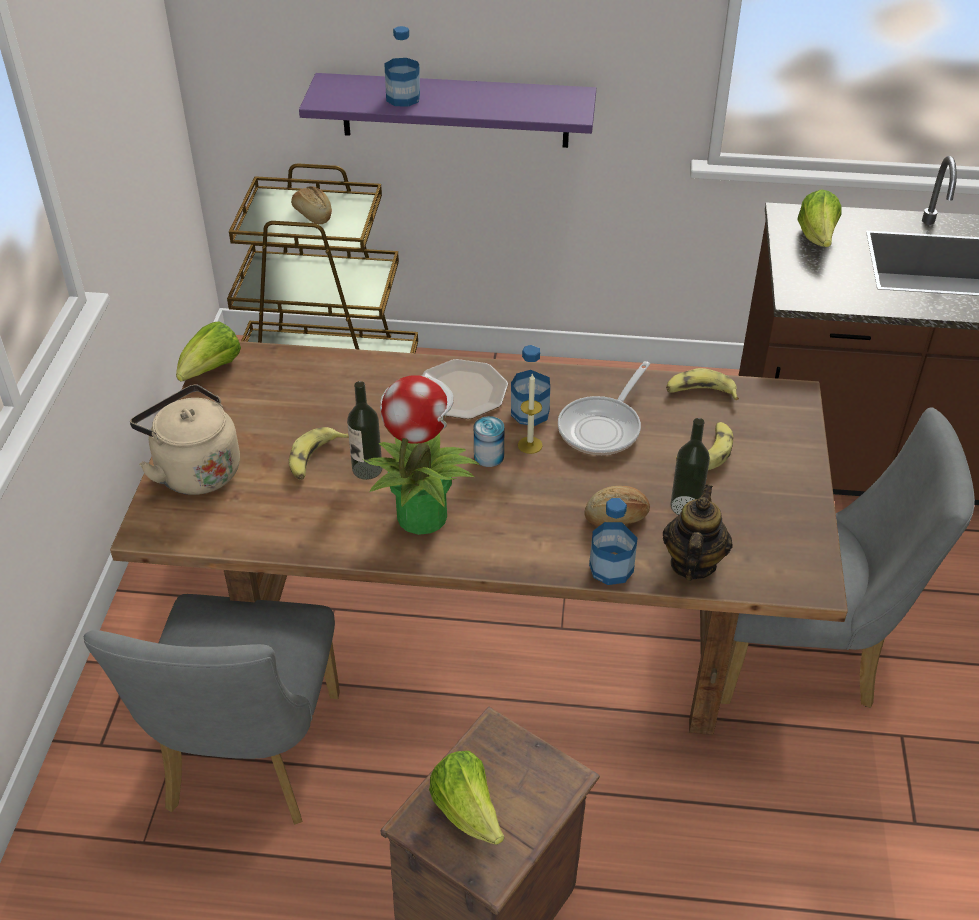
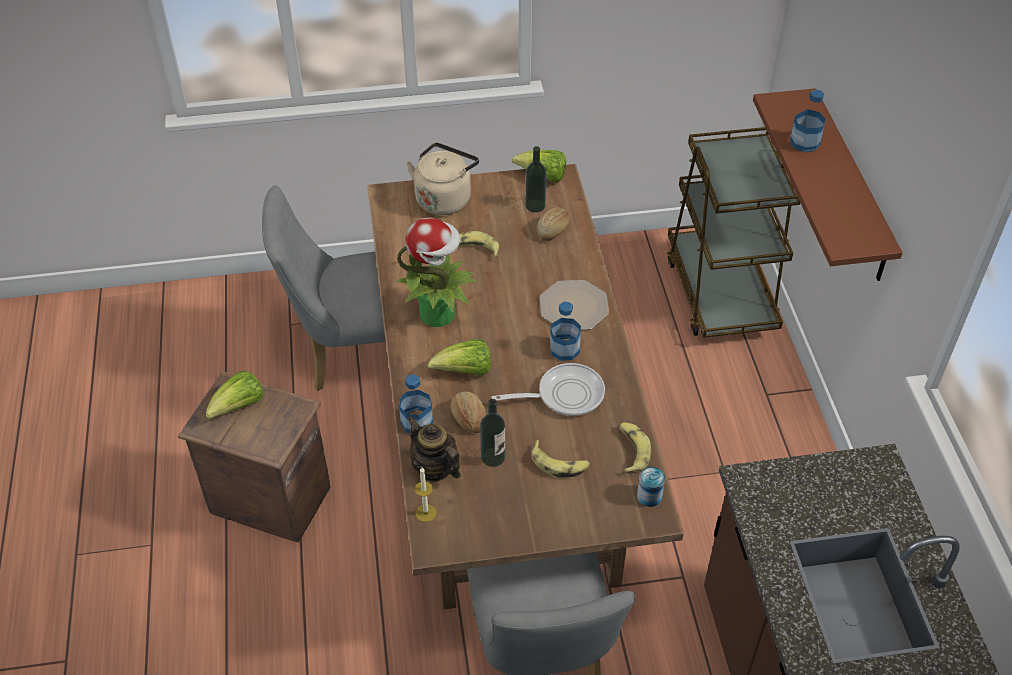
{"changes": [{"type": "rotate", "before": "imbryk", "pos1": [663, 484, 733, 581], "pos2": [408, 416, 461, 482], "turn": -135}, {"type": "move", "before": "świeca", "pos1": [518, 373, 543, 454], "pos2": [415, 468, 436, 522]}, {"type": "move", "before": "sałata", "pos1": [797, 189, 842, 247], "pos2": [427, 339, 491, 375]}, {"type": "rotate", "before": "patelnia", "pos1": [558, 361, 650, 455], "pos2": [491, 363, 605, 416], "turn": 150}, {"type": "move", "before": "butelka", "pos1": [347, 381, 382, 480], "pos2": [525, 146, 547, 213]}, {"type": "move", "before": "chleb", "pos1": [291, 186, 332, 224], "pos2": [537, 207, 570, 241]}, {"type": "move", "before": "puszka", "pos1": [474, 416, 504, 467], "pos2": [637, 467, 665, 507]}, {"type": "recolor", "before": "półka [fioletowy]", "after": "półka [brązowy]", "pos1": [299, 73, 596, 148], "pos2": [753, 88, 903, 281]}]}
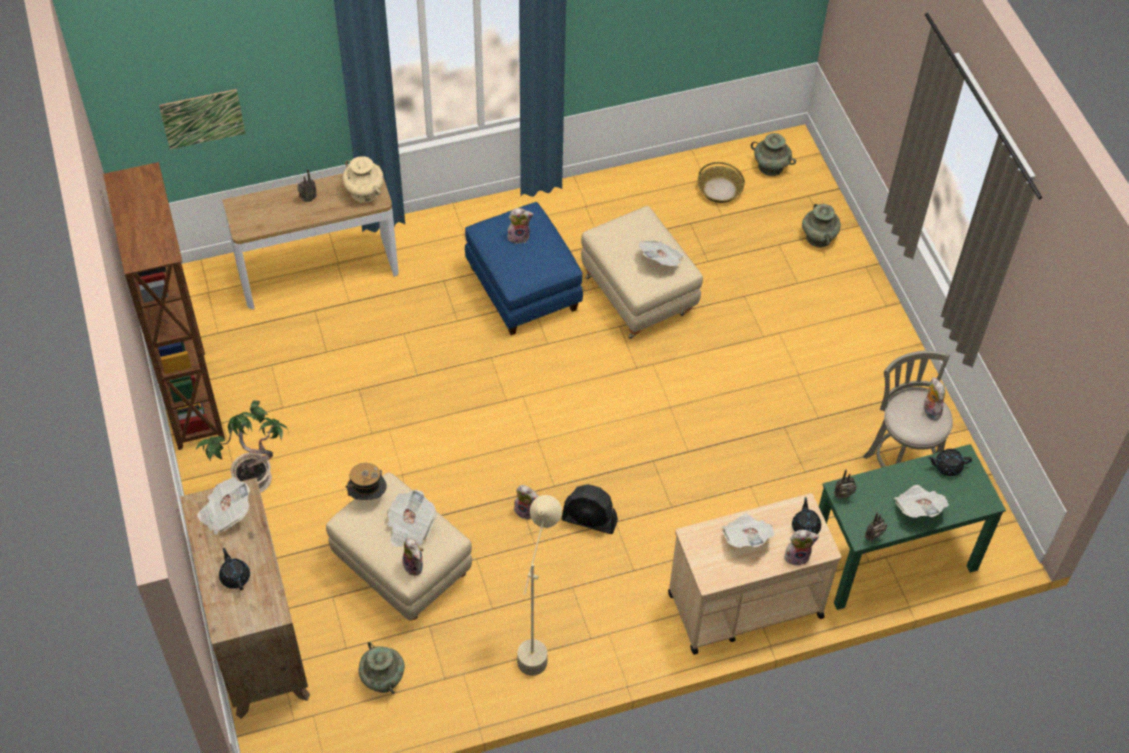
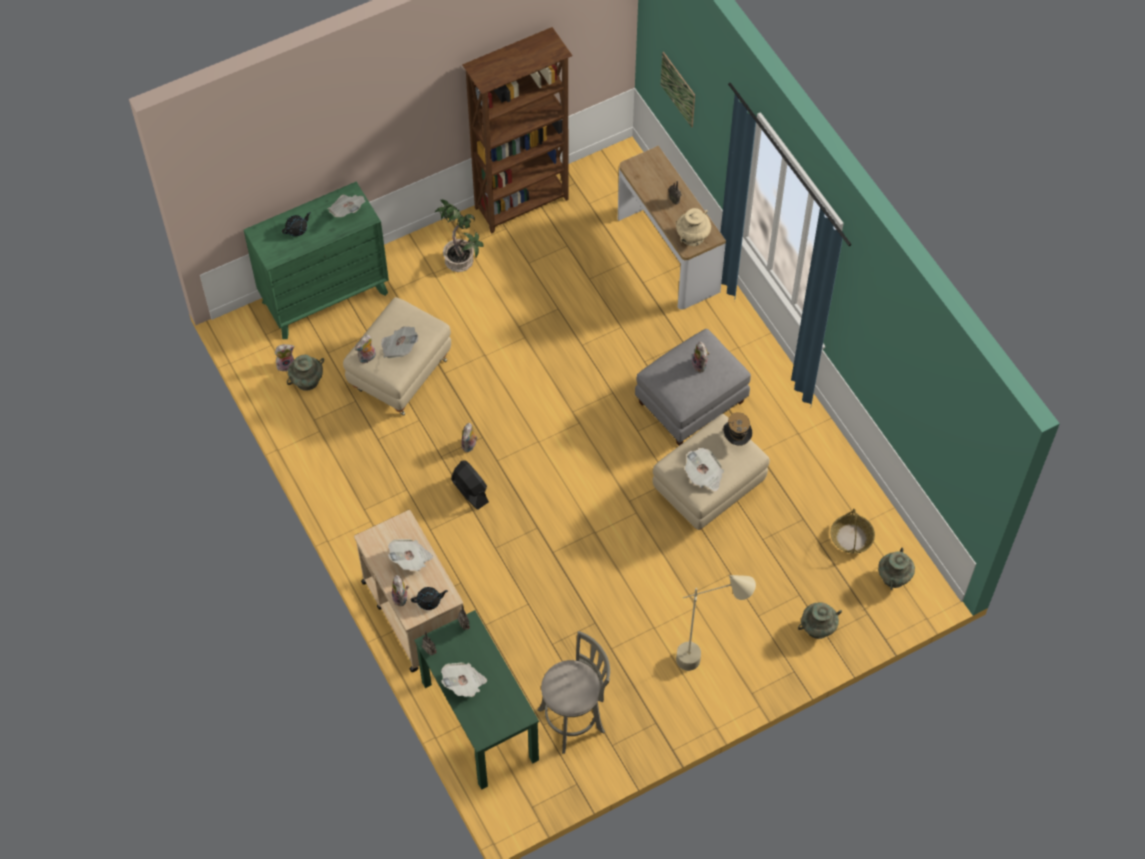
{"changes": [{"type": "recolor", "before": "komoda [brązowy]", "after": "komoda [zielony]", "pos1": [180, 477, 310, 719], "pos2": [244, 182, 389, 339]}, {"type": "move", "before": "pluszak", "pos1": [924, 377, 945, 421], "pos2": [275, 344, 294, 371]}, {"type": "rotate", "before": "wentylator [czarny]", "pos1": [561, 484, 618, 534], "pos2": [451, 460, 489, 510], "turn": 135}, {"type": "recolor", "before": "pufa [niebieski]", "after": "pufa [szary]", "pos1": [465, 202, 583, 335], "pos2": [635, 329, 751, 446]}, {"type": "move", "before": "lampa stojąca [beżowy]", "pos1": [517, 495, 562, 676], "pos2": [676, 575, 756, 671]}, {"type": "move", "before": "kapelusz", "pos1": [345, 463, 387, 500], "pos2": [723, 412, 752, 446]}, {"type": "delete", "before": "imbryk [czarny]", "pos1": [928, 449, 972, 476]}]}
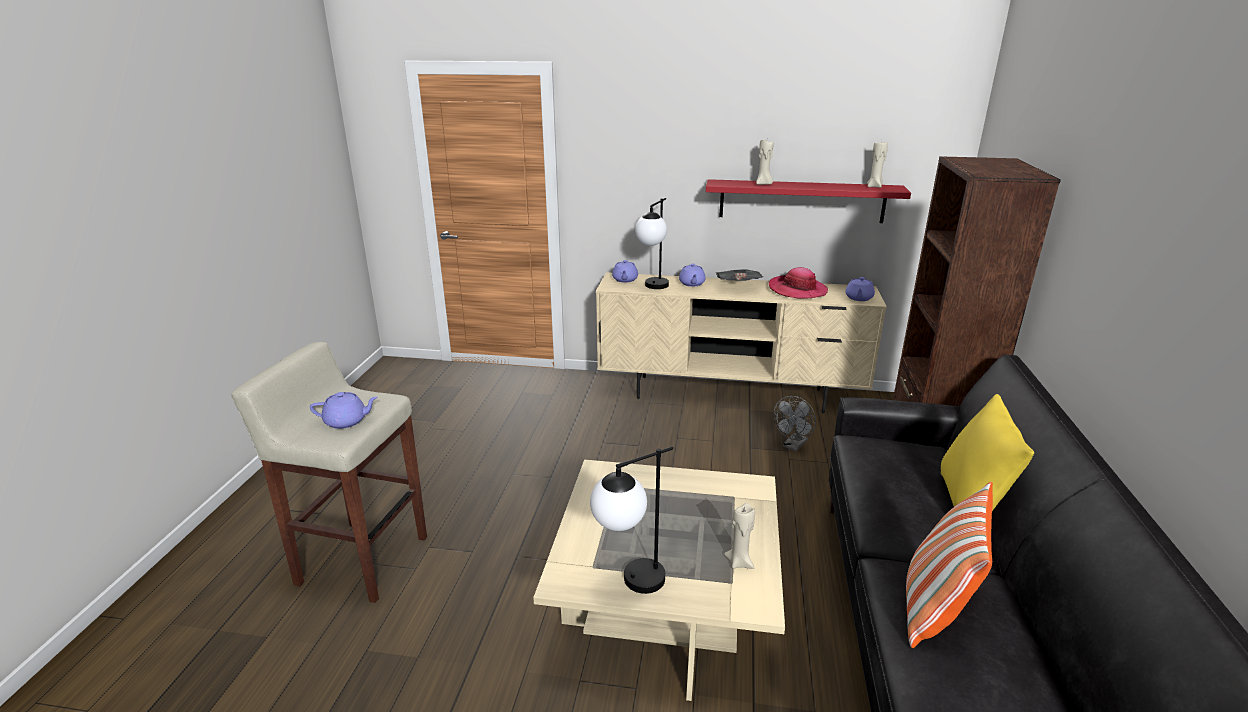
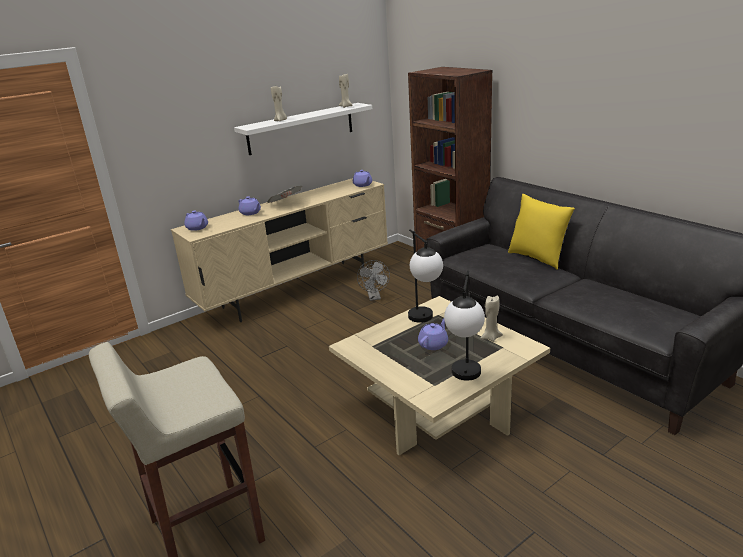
{"changes": [{"type": "recolor", "before": "półka [czerwony]", "after": "półka [biały]", "pos1": [706, 179, 911, 223], "pos2": [234, 103, 372, 155]}, {"type": "move", "before": "lampa stołowa", "pos1": [635, 198, 669, 289], "pos2": [408, 229, 443, 323]}, {"type": "move", "before": "imbryk [fioletowy]", "pos1": [310, 392, 378, 429], "pos2": [418, 319, 448, 350]}, {"type": "delete", "before": "kapelusz", "pos1": [769, 267, 828, 299]}, {"type": "delete", "before": "poduszka", "pos1": [906, 482, 993, 648]}]}
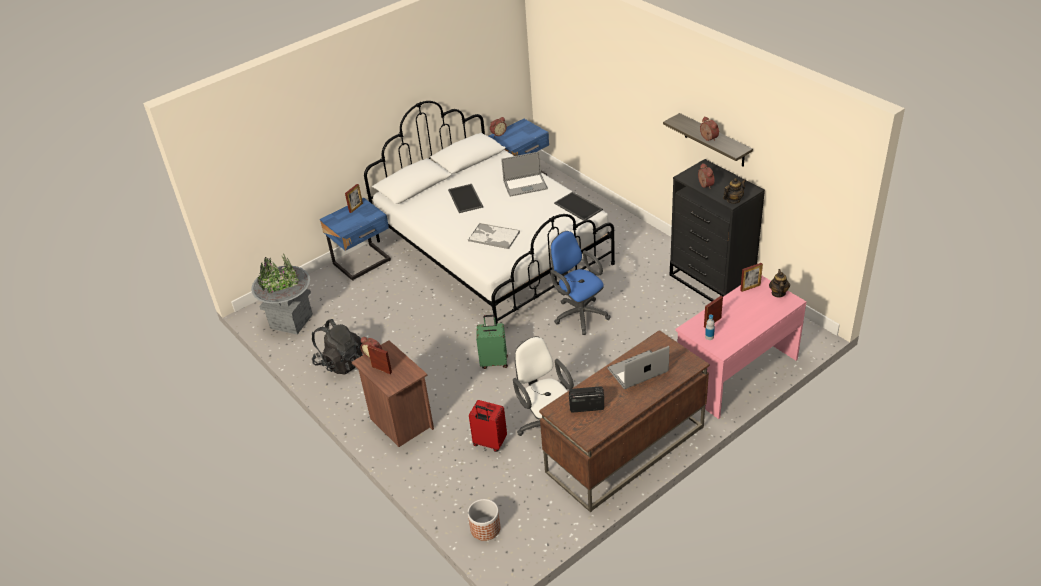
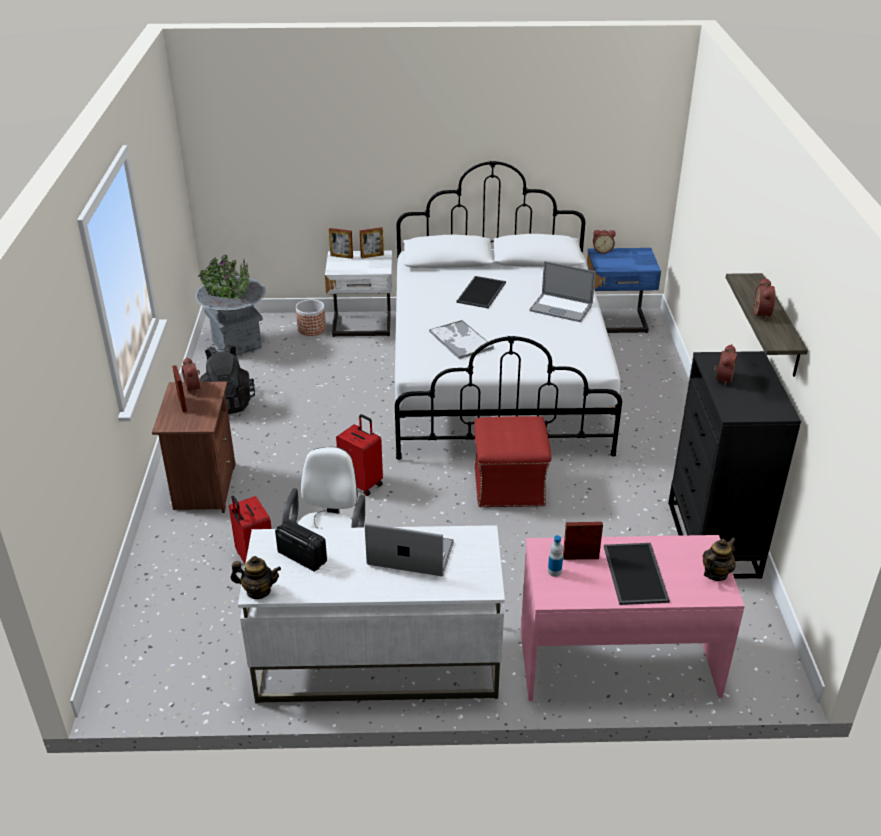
{"changes": [{"type": "move", "before": "imbryk", "pos1": [723, 178, 746, 204], "pos2": [231, 556, 281, 599]}, {"type": "recolor", "before": "biurko [brązowy]", "after": "biurko [biały]", "pos1": [539, 330, 709, 512], "pos2": [238, 525, 505, 703]}, {"type": "move", "before": "donica", "pos1": [468, 499, 500, 541], "pos2": [296, 299, 326, 336]}, {"type": "recolor", "before": "szafka nocna [niebieski]", "after": "szafka nocna [biały]", "pos1": [320, 198, 391, 281], "pos2": [325, 251, 393, 337]}, {"type": "move", "before": "ramka na zdjęcie", "pos1": [740, 263, 763, 292], "pos2": [329, 228, 353, 259]}, {"type": "recolor", "before": "walizka [zielony]", "after": "walizka [czerwony]", "pos1": [476, 315, 508, 369], "pos2": [336, 414, 383, 496]}, {"type": "replace", "before": "krzesło biurowe [niebieski]", "after": "pufa [czerwony]", "pos1": [550, 231, 611, 335], "pos2": [474, 416, 551, 507]}, {"type": "move", "before": "taca", "pos1": [554, 192, 603, 221], "pos2": [604, 543, 670, 605]}]}
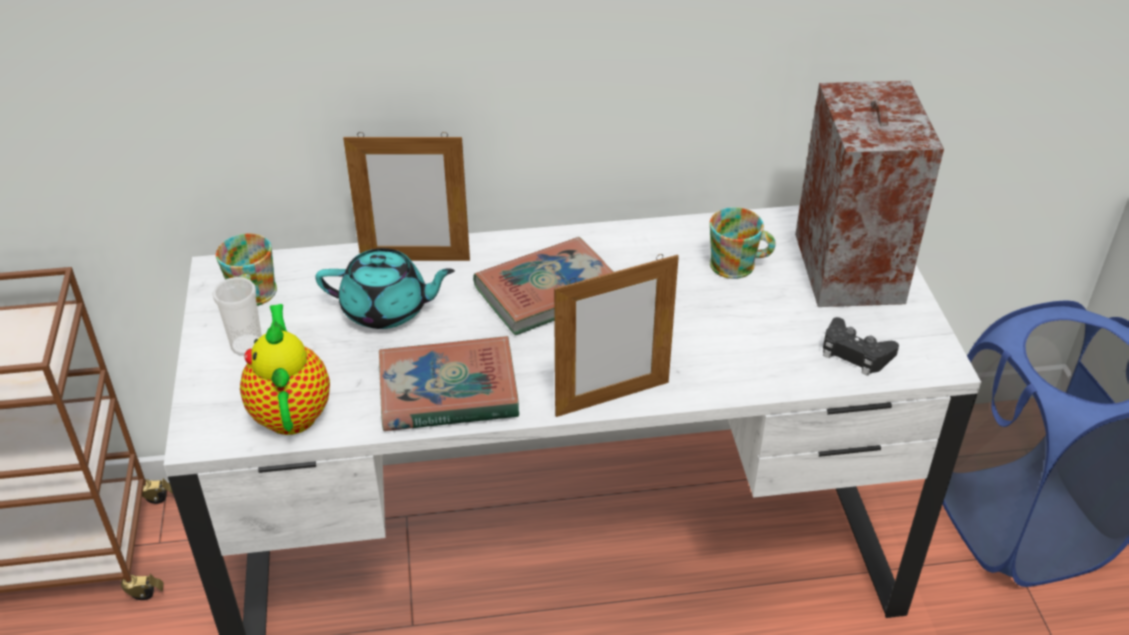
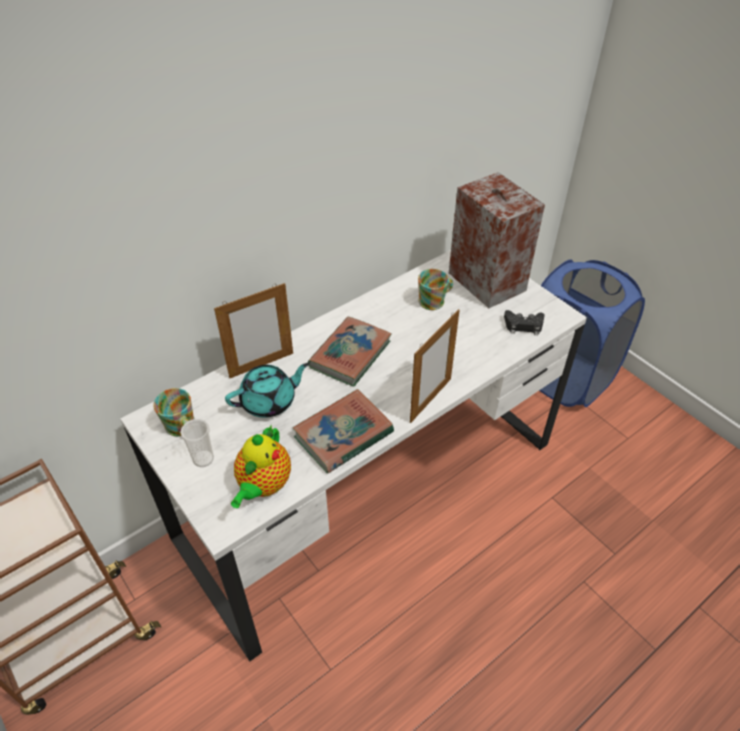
{"changes": [{"type": "rotate", "before": "imbryk", "pos1": [240, 304, 330, 435], "pos2": [231, 425, 291, 508], "turn": -120}]}
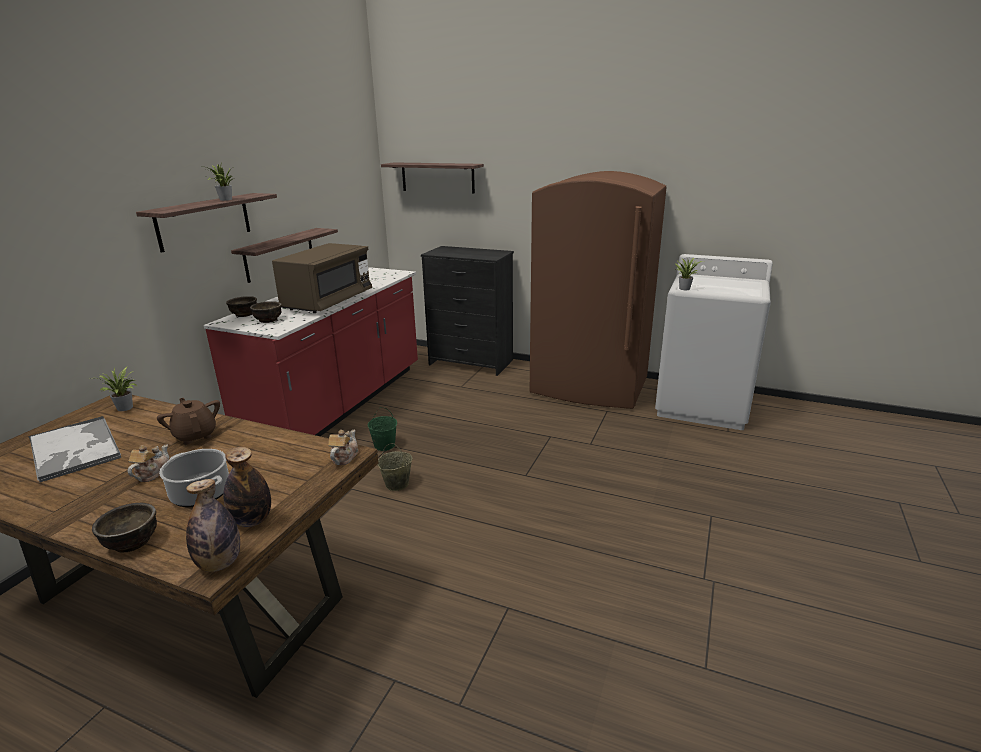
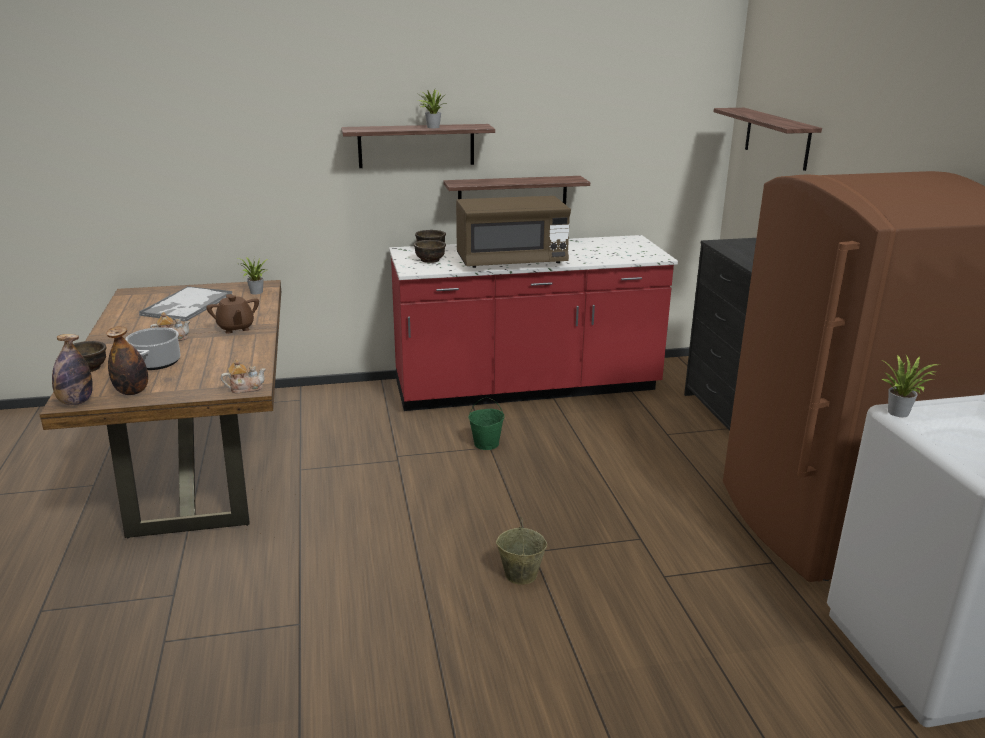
{"changes": [{"type": "rotate", "before": "imbryk [brązowy]", "pos1": [157, 398, 220, 445], "pos2": [206, 294, 259, 334], "turn": 135}, {"type": "move", "before": "wiadro [beżowy]", "pos1": [378, 443, 412, 491], "pos2": [496, 517, 547, 585]}]}
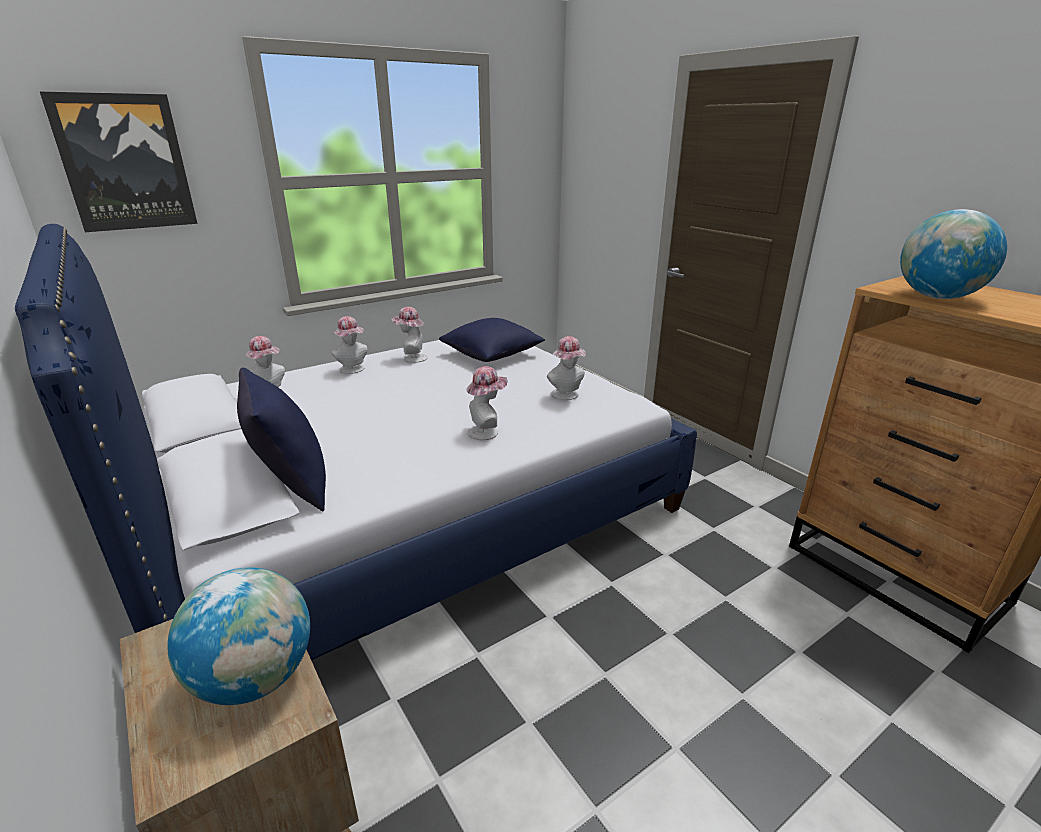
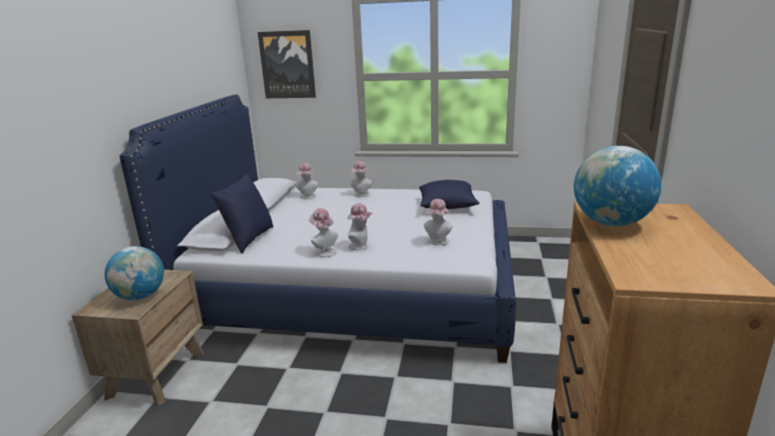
{"changes": [{"type": "move", "before": "kapelusz", "pos1": [392, 307, 428, 363], "pos2": [309, 208, 338, 257]}]}
